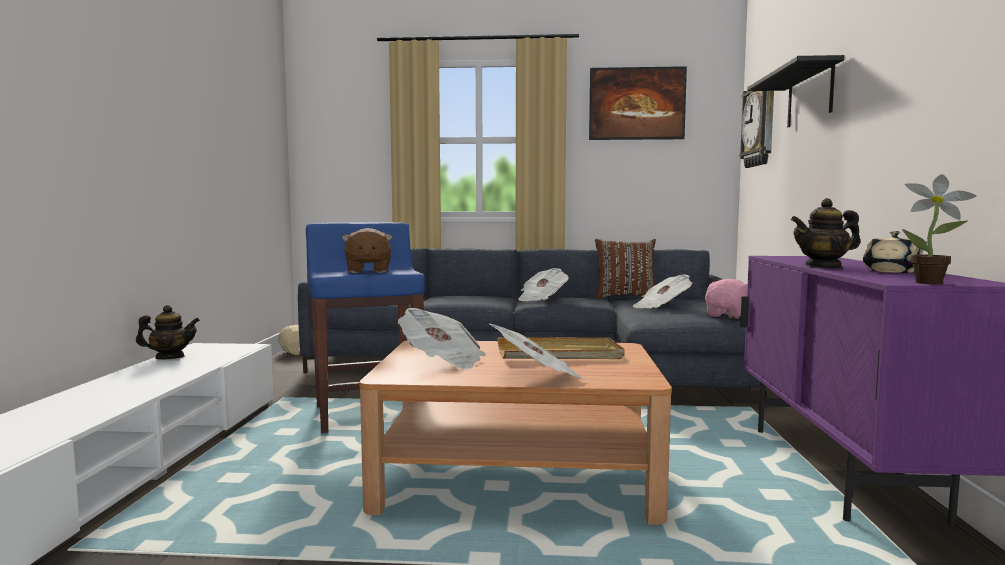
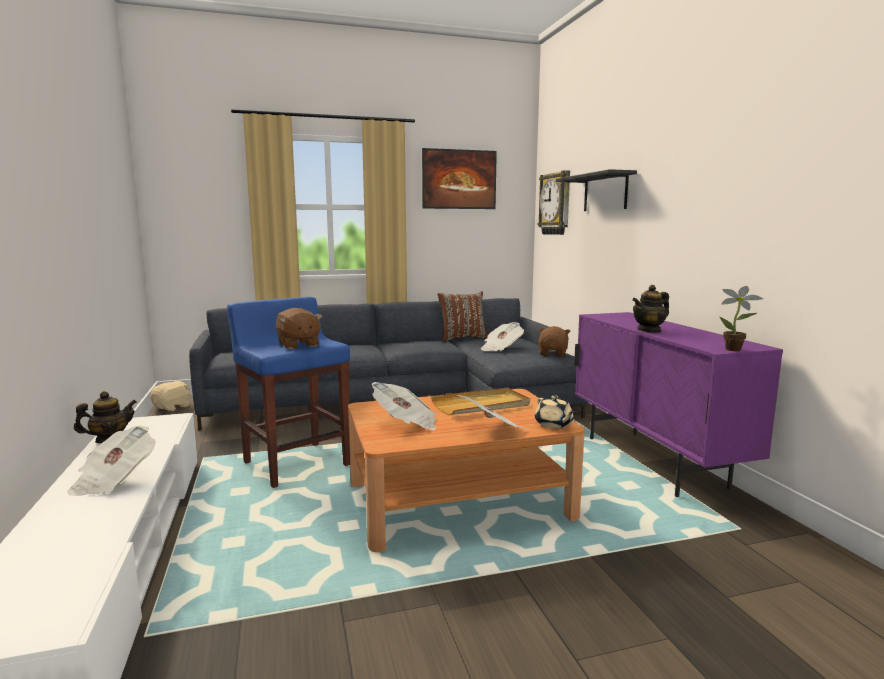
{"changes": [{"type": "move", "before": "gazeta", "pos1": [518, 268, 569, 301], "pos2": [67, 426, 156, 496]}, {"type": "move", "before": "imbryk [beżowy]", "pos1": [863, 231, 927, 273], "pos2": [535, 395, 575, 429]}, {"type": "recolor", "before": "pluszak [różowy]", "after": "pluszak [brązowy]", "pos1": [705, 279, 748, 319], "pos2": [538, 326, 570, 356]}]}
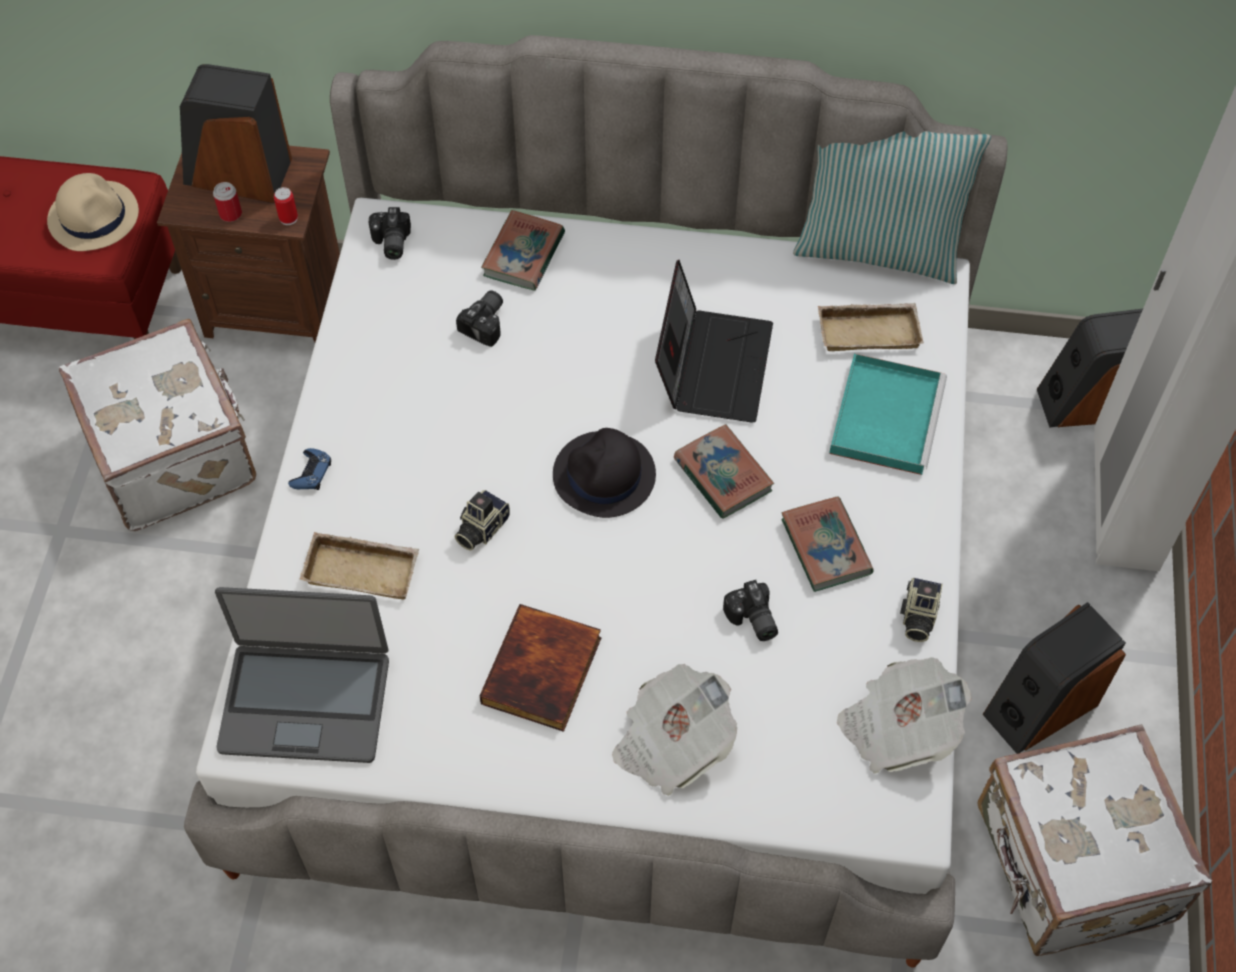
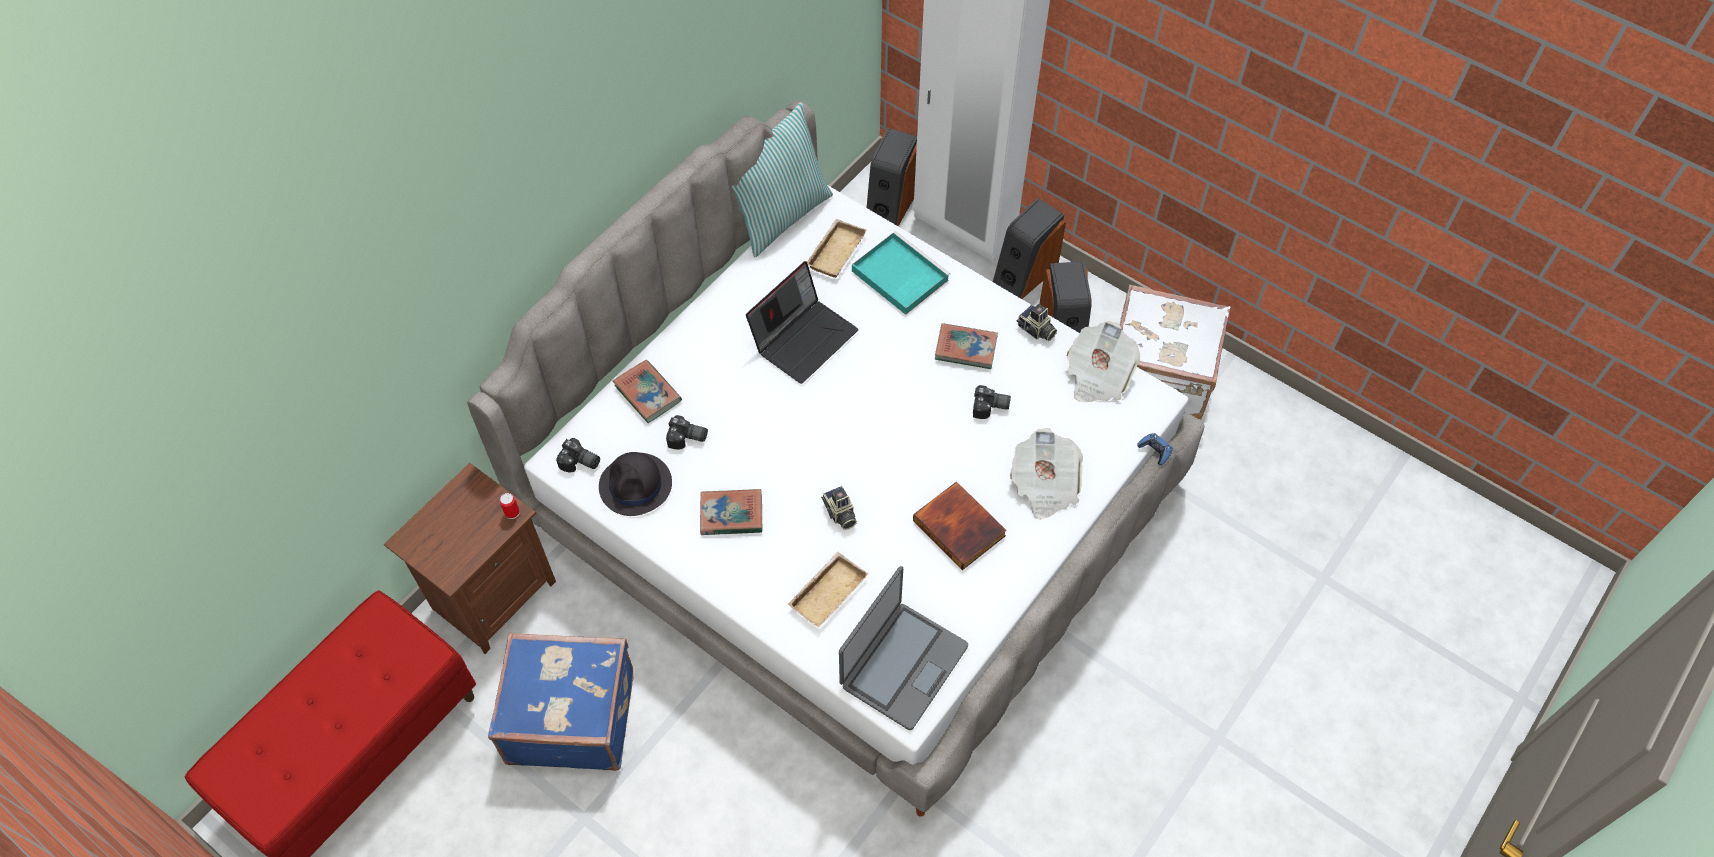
{"changes": [{"type": "recolor", "before": "walizka [biały]", "after": "walizka [niebieski]", "pos1": [59, 319, 256, 531], "pos2": [488, 633, 633, 771]}, {"type": "move", "before": "kapelusz [czarny]", "pos1": [553, 428, 656, 518], "pos2": [599, 452, 672, 516]}, {"type": "rotate", "before": "aparat fotograficzny", "pos1": [456, 290, 503, 347], "pos2": [666, 415, 708, 450], "turn": 135}, {"type": "move", "before": "książka", "pos1": [674, 424, 774, 519], "pos2": [700, 489, 762, 535]}, {"type": "rotate", "before": "laptop", "pos1": [655, 260, 773, 422], "pos2": [746, 261, 858, 384], "turn": 90}, {"type": "move", "before": "głośnik", "pos1": [180, 64, 292, 203], "pos2": [993, 198, 1066, 299]}, {"type": "move", "before": "pad do gier [niebieski]", "pos1": [288, 448, 331, 490], "pos2": [1137, 433, 1173, 465]}, {"type": "delete", "before": "kapelusz [beżowy]", "pos1": [47, 173, 139, 251]}, {"type": "delete", "before": "puszka", "pos1": [213, 182, 242, 222]}]}
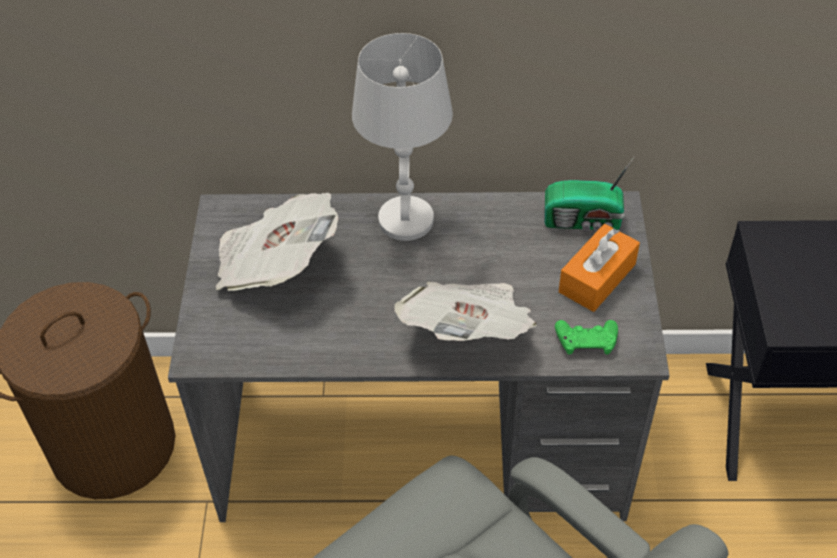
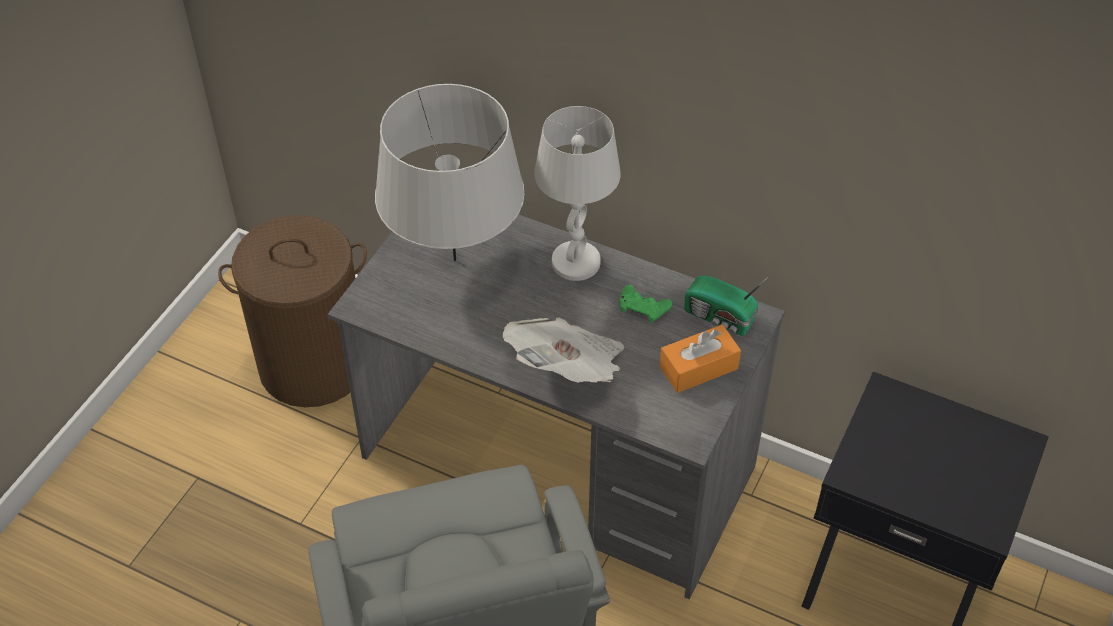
{"changes": [{"type": "replace", "before": "gazeta", "after": "lampa stołowa [szary]", "pos1": [216, 193, 338, 291], "pos2": [375, 84, 525, 261]}, {"type": "move", "before": "pad do gier [zielony]", "pos1": [555, 320, 618, 355], "pos2": [619, 285, 672, 323]}]}
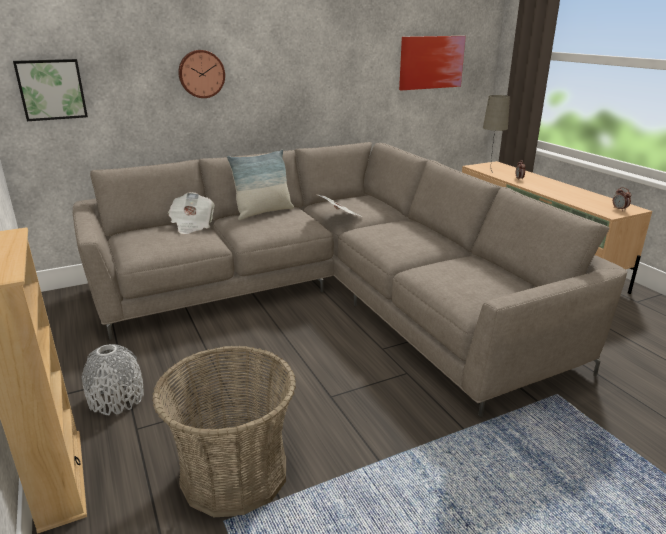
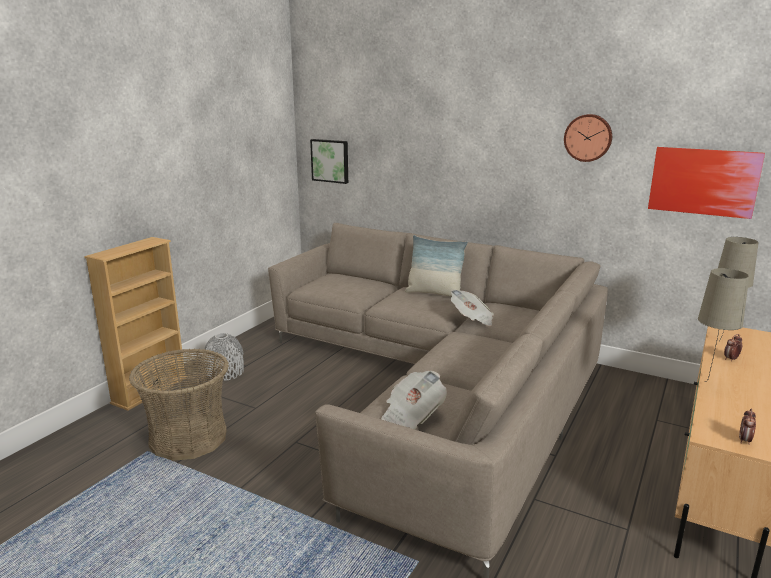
{"changes": [{"type": "move", "before": "gazeta", "pos1": [168, 192, 215, 234], "pos2": [381, 371, 447, 429]}, {"type": "move", "before": "zegar ścienny", "pos1": [178, 50, 225, 98], "pos2": [564, 114, 612, 162]}, {"type": "insert", "after": "lampa stołowa [beżowy]", "pos2": [698, 268, 749, 382]}]}
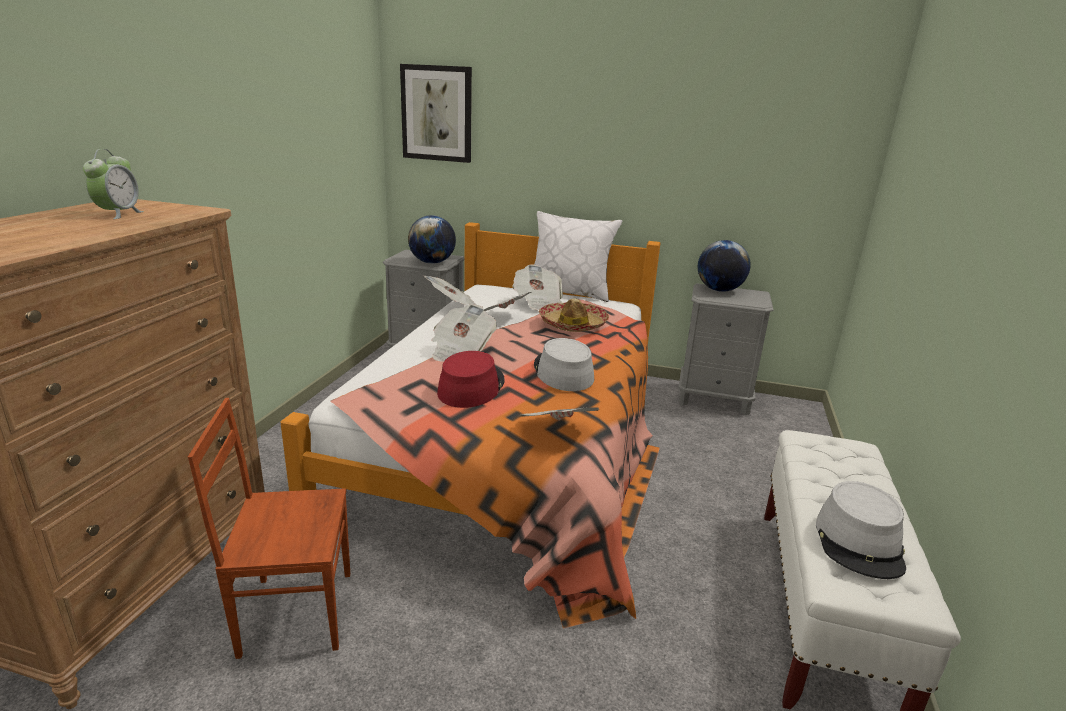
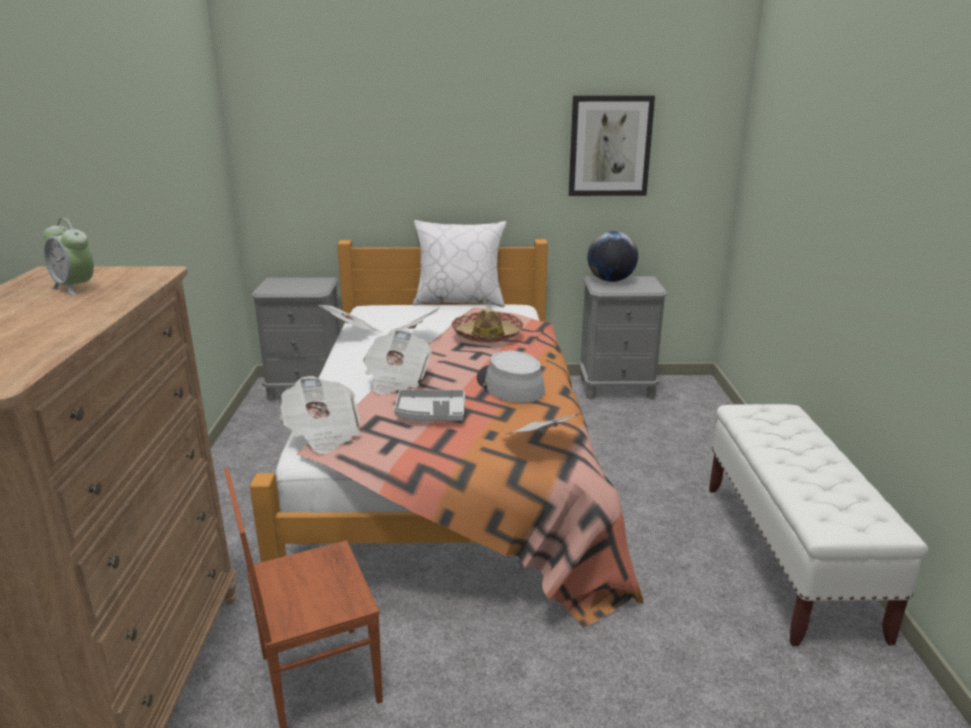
{"changes": [{"type": "rotate", "before": "budzik", "pos1": [83, 149, 144, 219], "pos2": [44, 218, 94, 296], "turn": 135}, {"type": "move", "before": "gazeta", "pos1": [512, 264, 563, 310], "pos2": [280, 376, 361, 454]}, {"type": "replace", "before": "kapelusz [czerwony]", "after": "taca [szary]", "pos1": [437, 351, 505, 408], "pos2": [394, 389, 465, 421]}, {"type": "move", "before": "obraz", "pos1": [400, 64, 472, 163], "pos2": [569, 95, 655, 196]}, {"type": "delete", "before": "globus", "pos1": [408, 215, 456, 264]}, {"type": "delete", "before": "kapelusz [szary]", "pos1": [816, 481, 906, 579]}]}
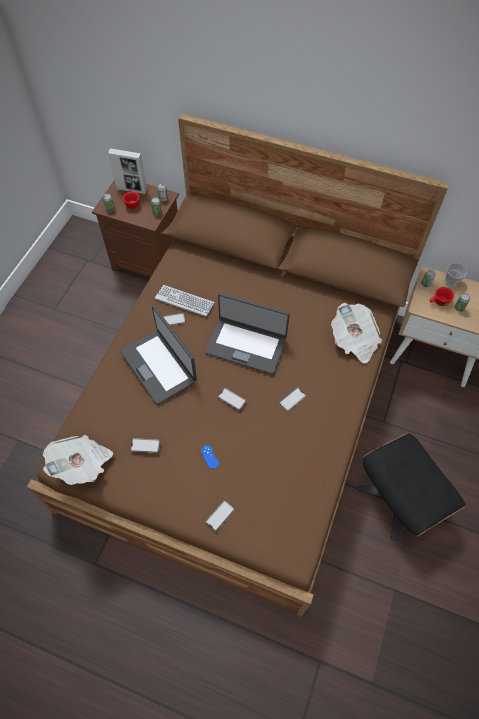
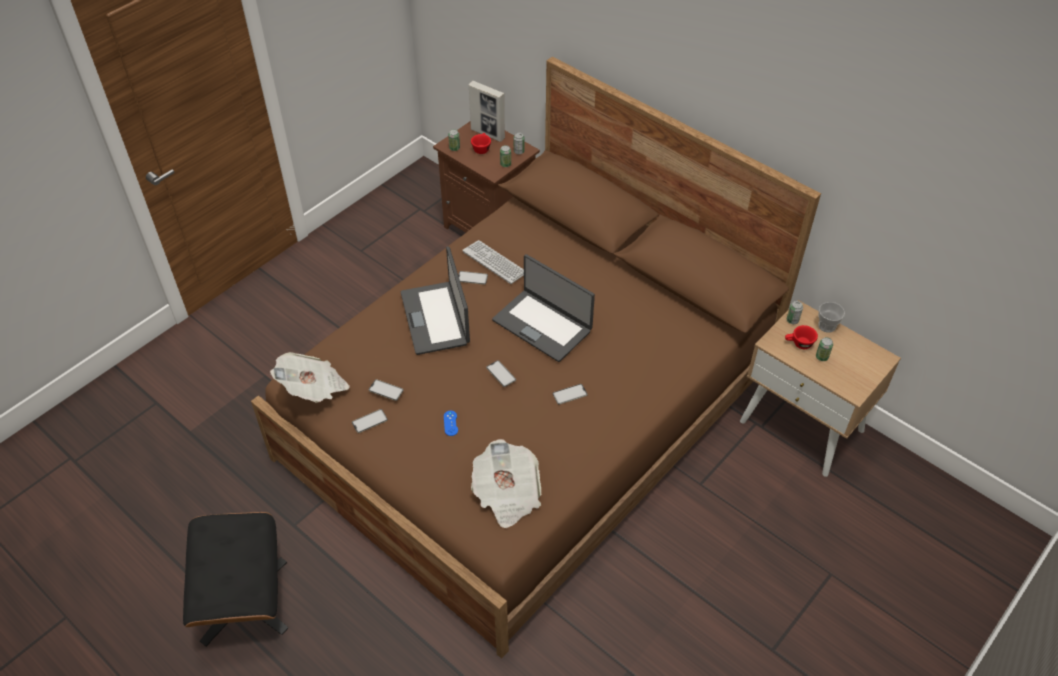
{"changes": [{"type": "move", "before": "pufa [czarny]", "pos1": [358, 433, 465, 541], "pos2": [183, 512, 288, 647]}, {"type": "move", "before": "telefon", "pos1": [205, 500, 235, 531], "pos2": [352, 409, 388, 433]}, {"type": "move", "before": "gazeta", "pos1": [331, 303, 382, 363], "pos2": [471, 439, 541, 528]}]}
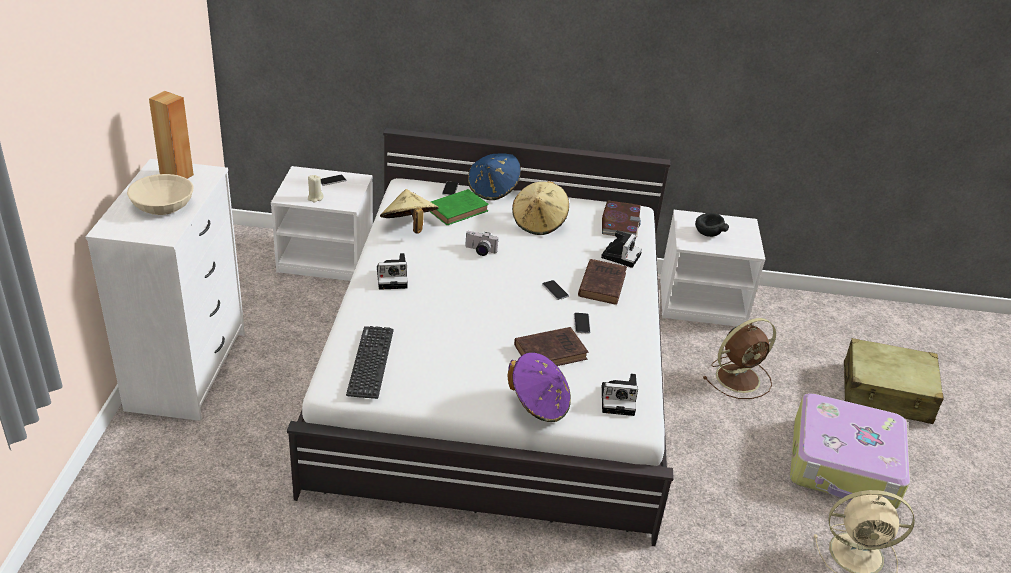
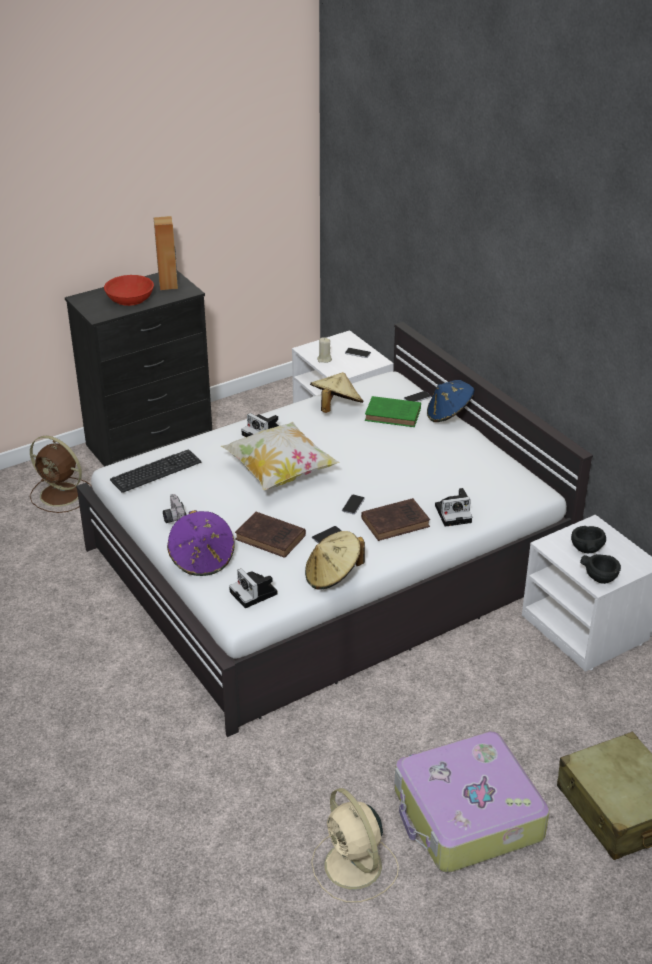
{"changes": [{"type": "move", "before": "wentylator [brązowy]", "pos1": [703, 318, 776, 399], "pos2": [30, 436, 91, 513]}, {"type": "recolor", "before": "komoda [biały]", "after": "komoda [czarny]", "pos1": [86, 159, 245, 421], "pos2": [65, 270, 212, 467]}, {"type": "recolor", "before": "miska [beżowy]", "after": "miska [czerwony]", "pos1": [127, 174, 194, 215], "pos2": [104, 275, 154, 306]}, {"type": "move", "before": "aparat fotograficzny", "pos1": [465, 231, 498, 256], "pos2": [163, 494, 186, 523]}, {"type": "insert", "after": "poduszka", "pos2": [221, 422, 340, 490]}, {"type": "move", "before": "kapelusz [beżowy]", "pos1": [512, 181, 569, 235], "pos2": [305, 531, 365, 590]}, {"type": "insert", "after": "miska [czarny]", "pos2": [580, 554, 621, 584]}, {"type": "delete", "before": "książka", "pos1": [602, 200, 641, 237]}]}
